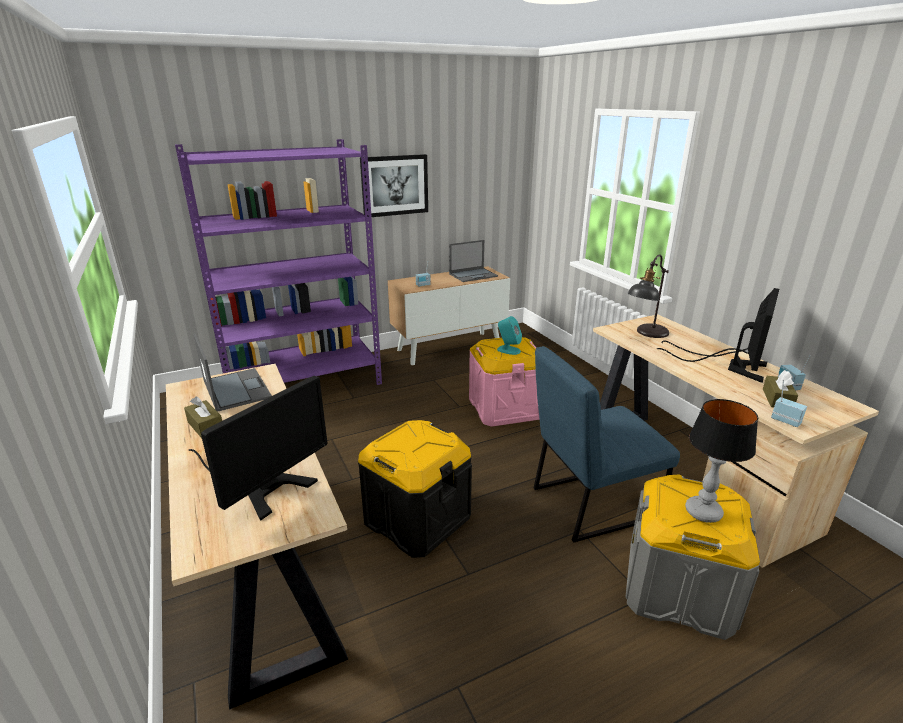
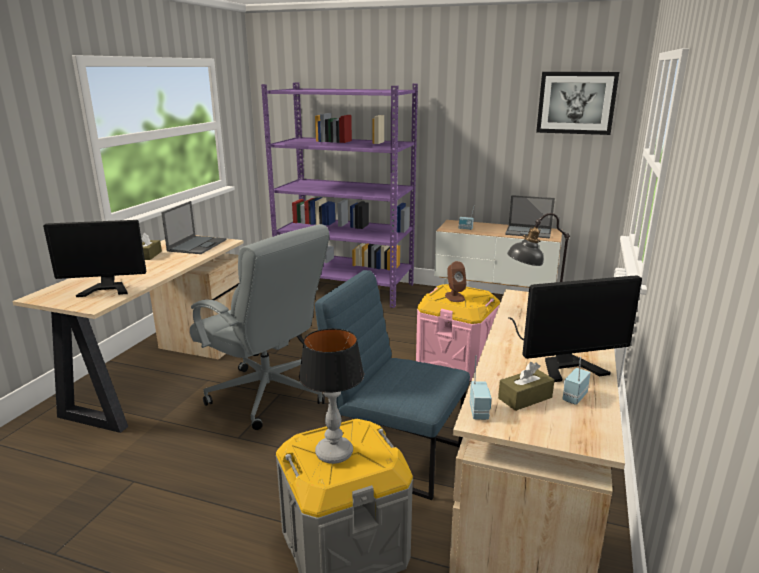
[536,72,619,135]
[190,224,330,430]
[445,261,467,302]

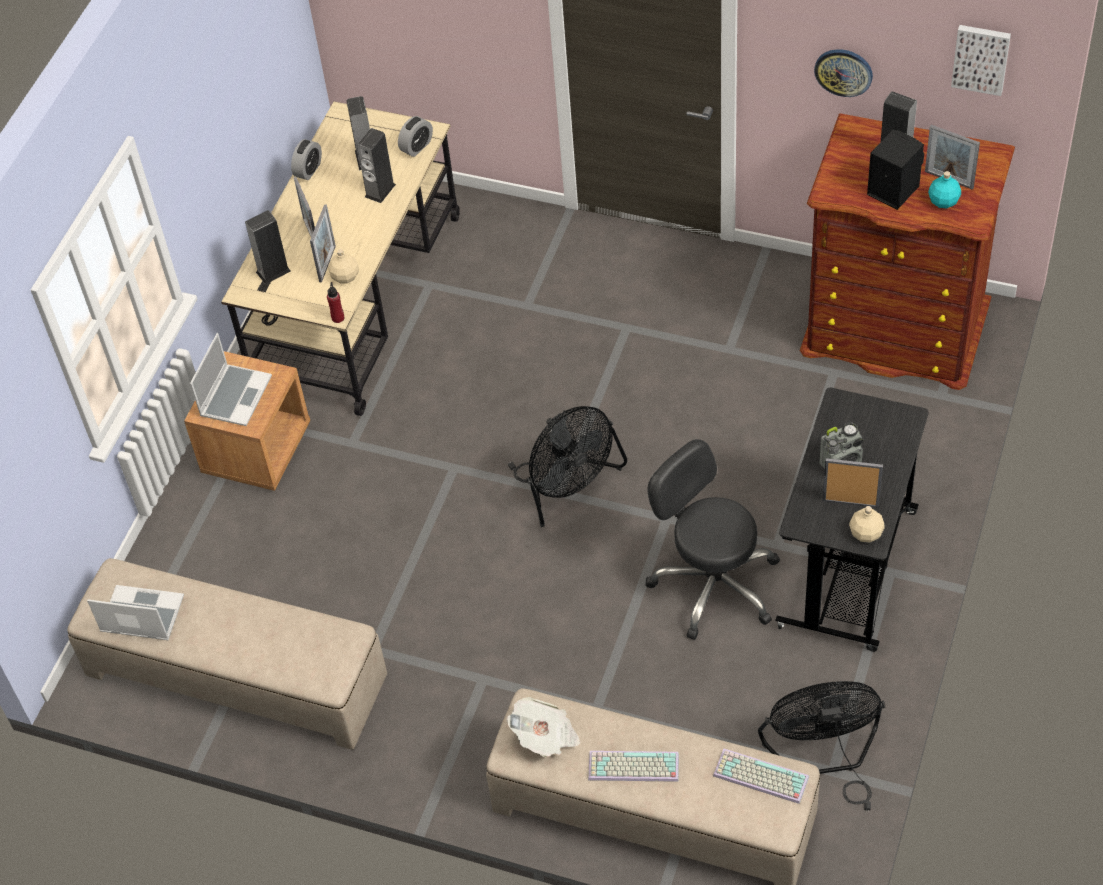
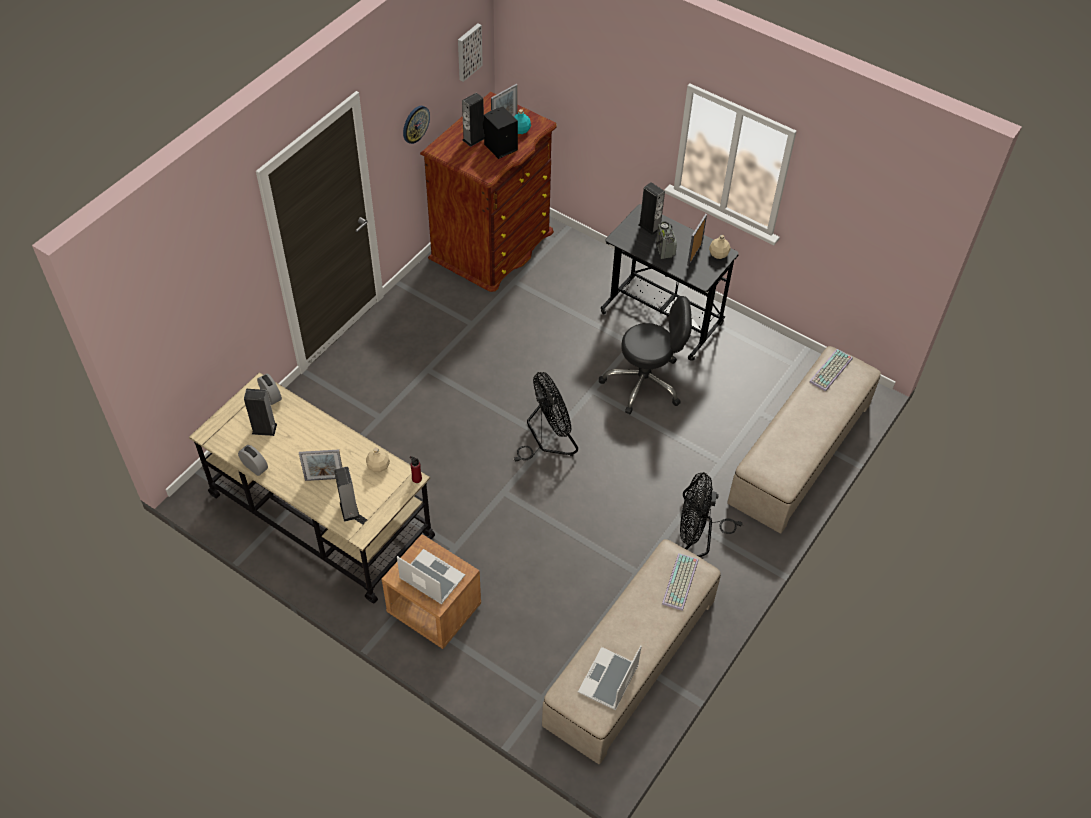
[310,204,336,283] (first image)
[506,697,581,757] (first image)
[639,182,665,235]
[662,553,698,611]
[680,472,744,557]
[599,296,692,414]

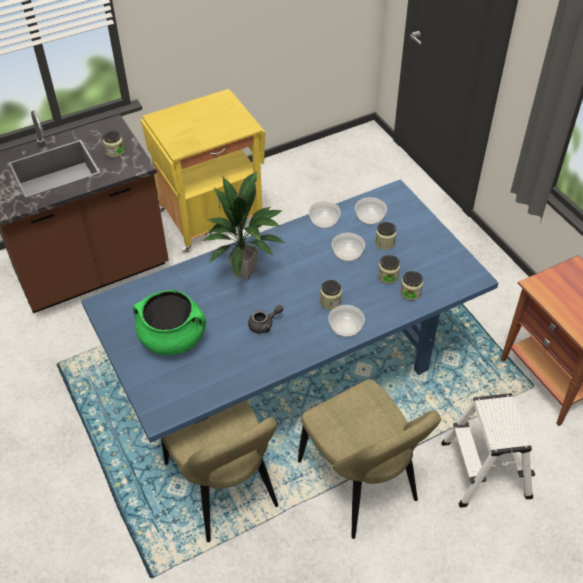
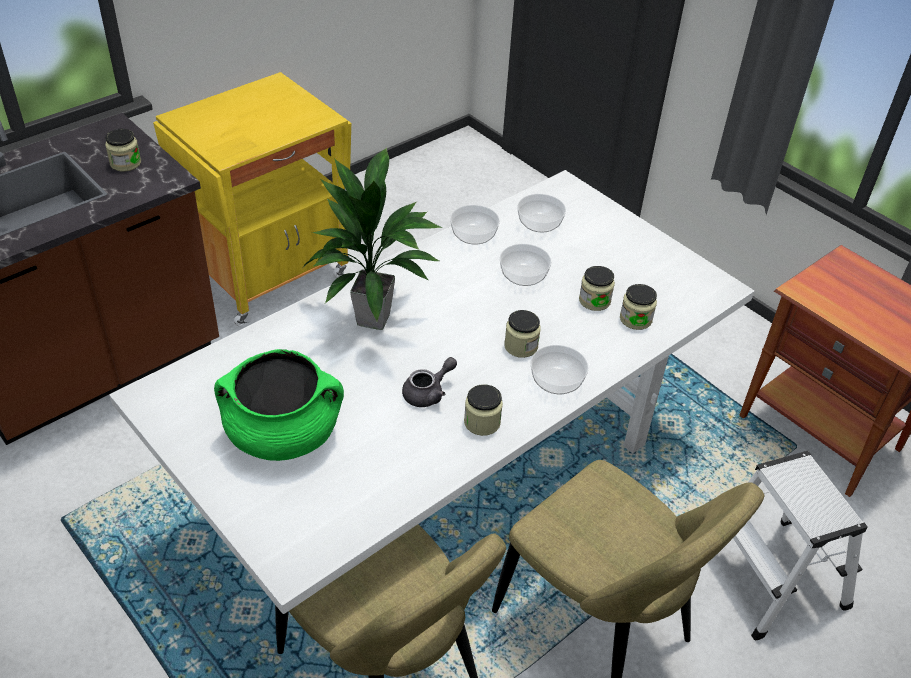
[464,384,503,436]
[110,170,754,614]

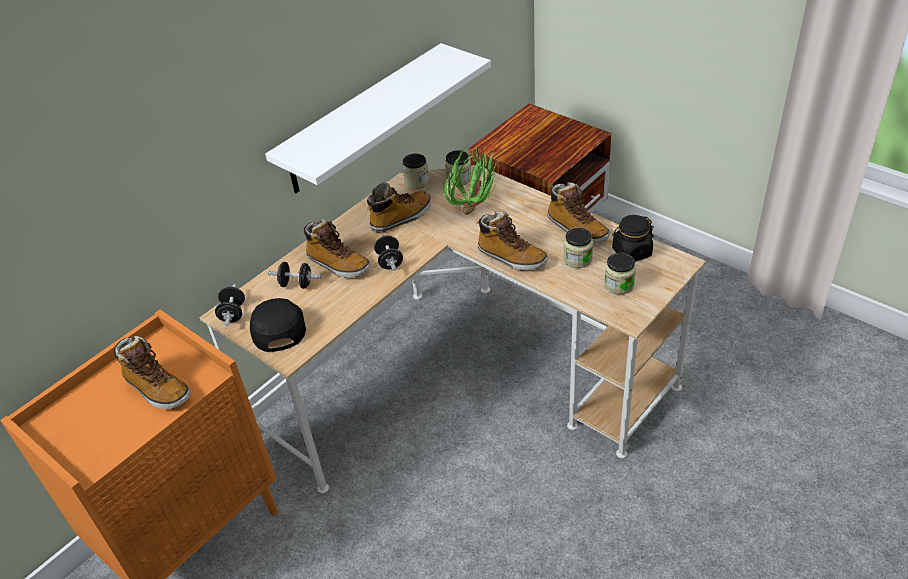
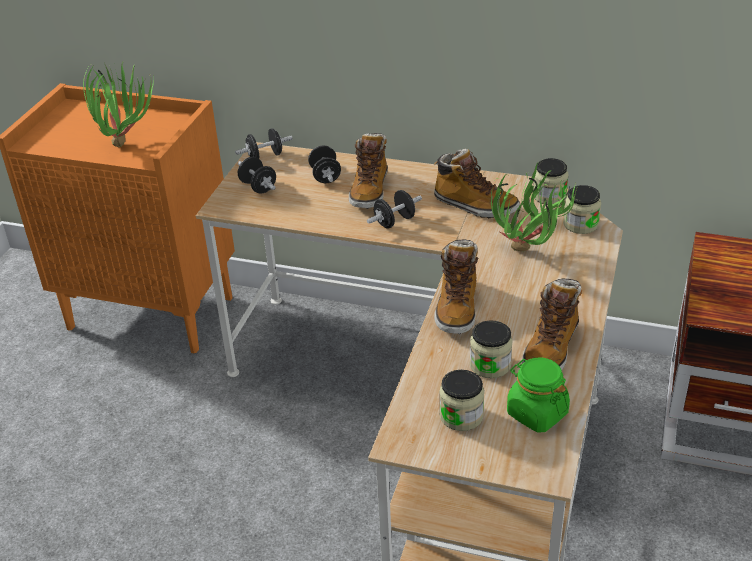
[265,43,491,193] (first image)
[83,62,154,148]
[238,157,276,194]
[507,357,570,432]

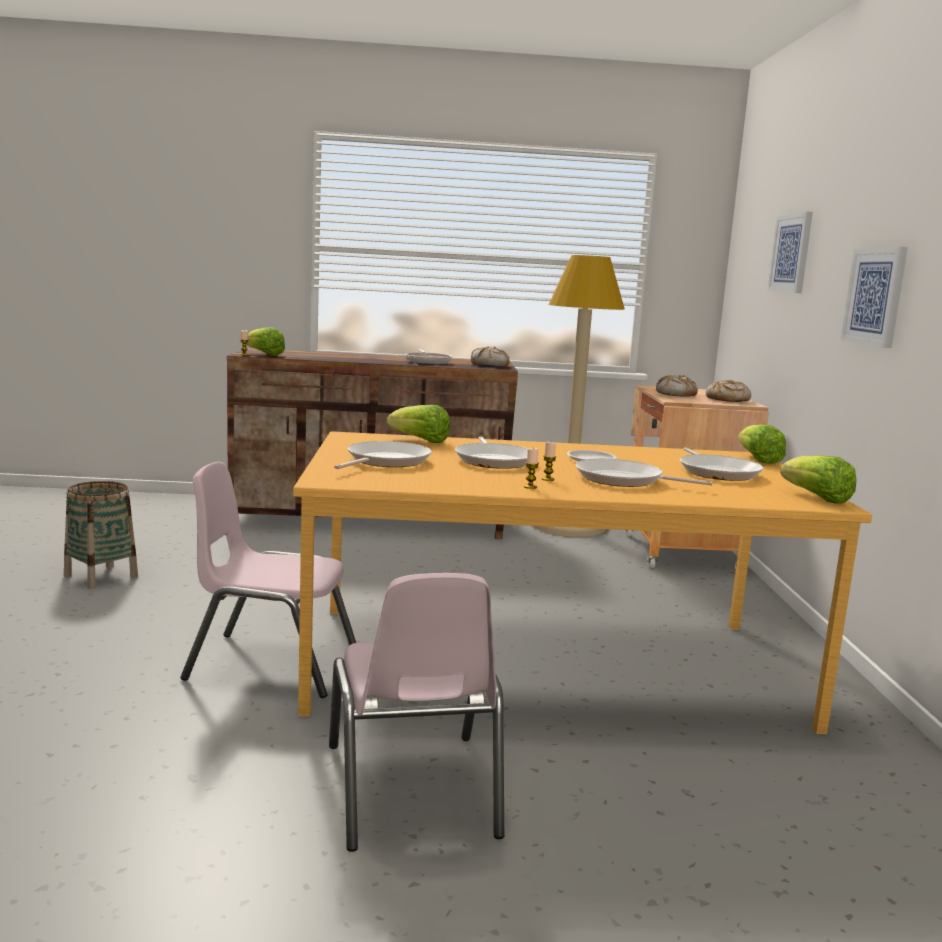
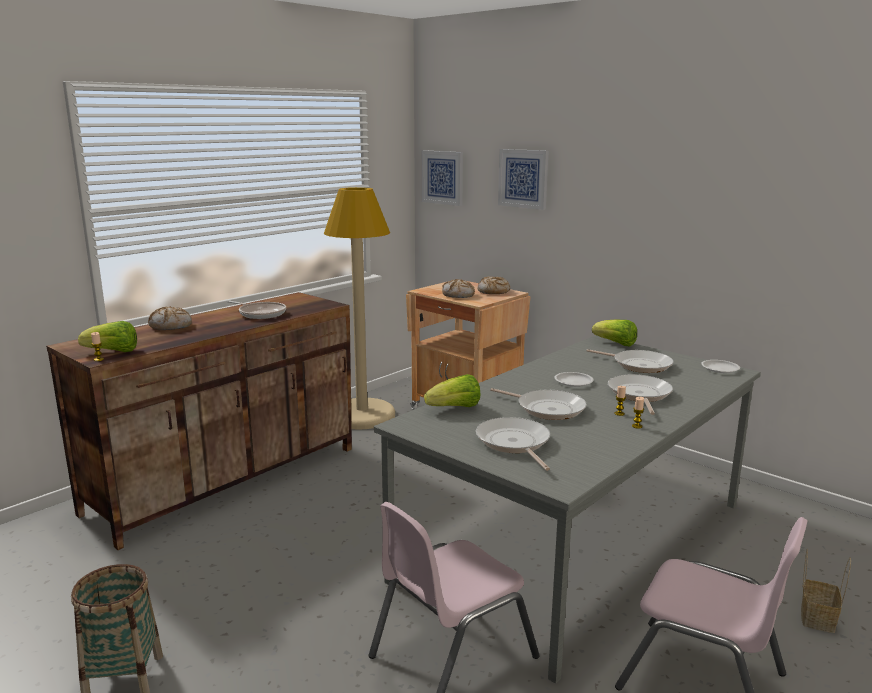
[801,549,851,633]
[148,306,192,330]
[422,150,463,206]
[701,360,740,373]
[374,335,761,684]
[608,374,673,415]

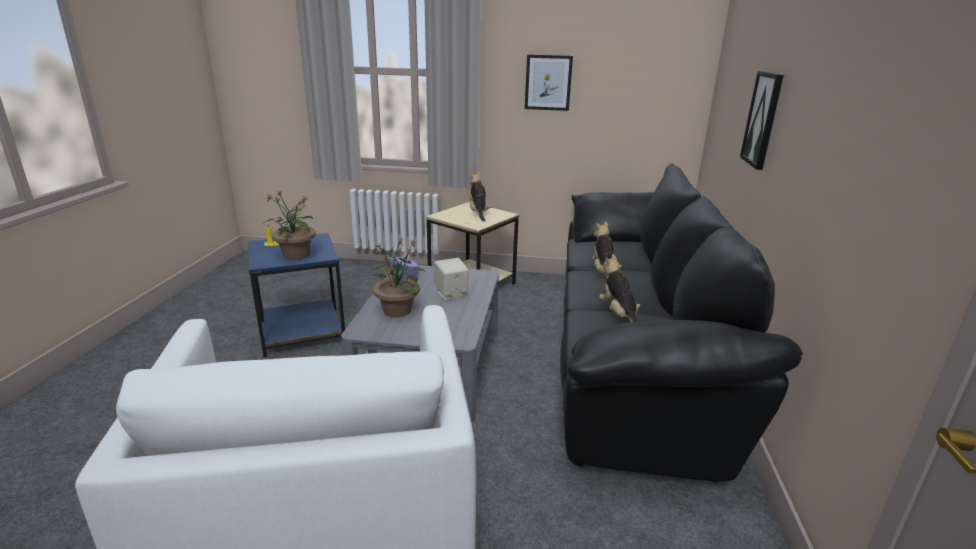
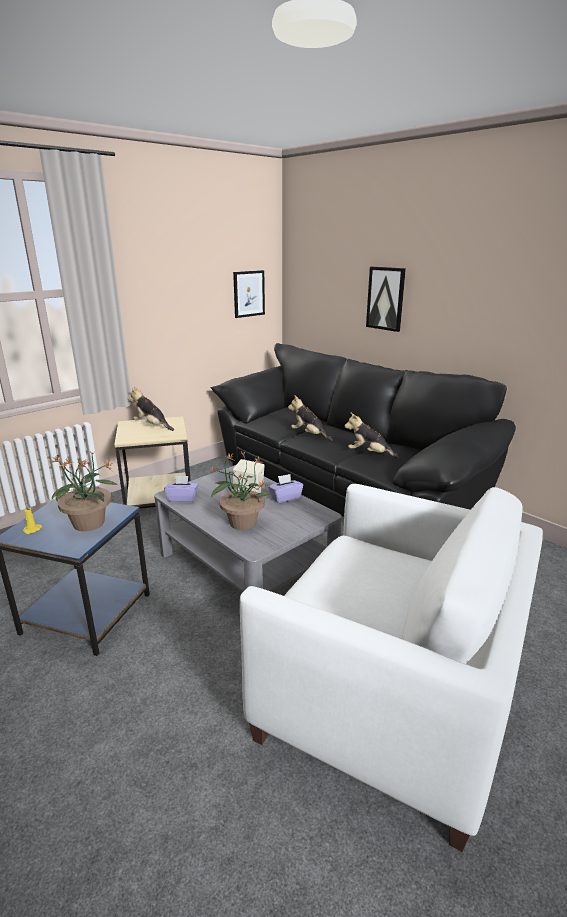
[268,474,303,503]
[233,270,265,318]

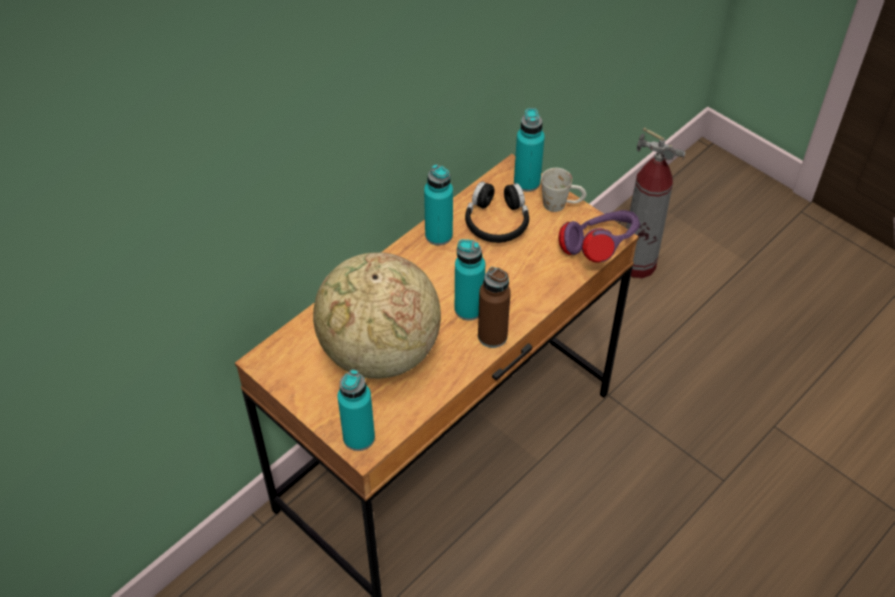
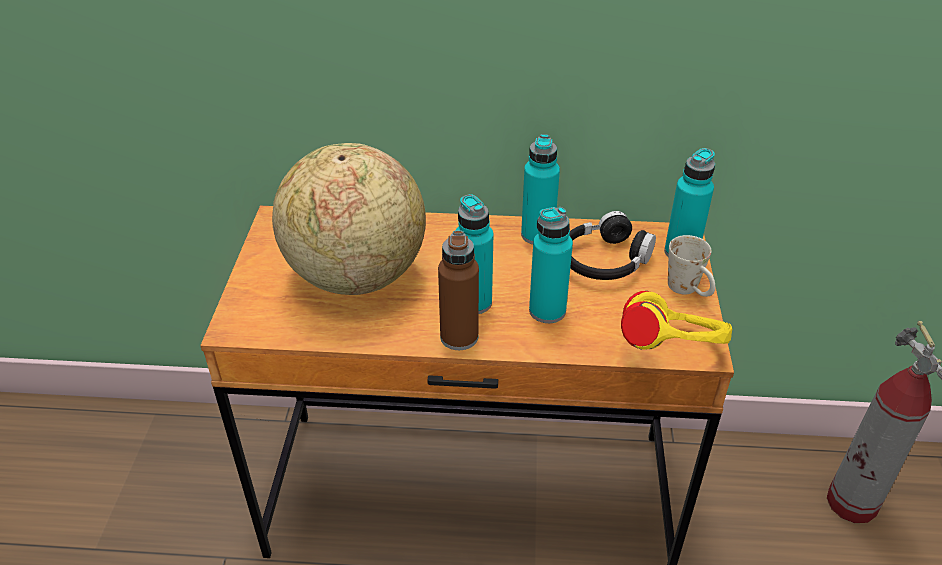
[529,207,573,323]
[621,291,732,350]

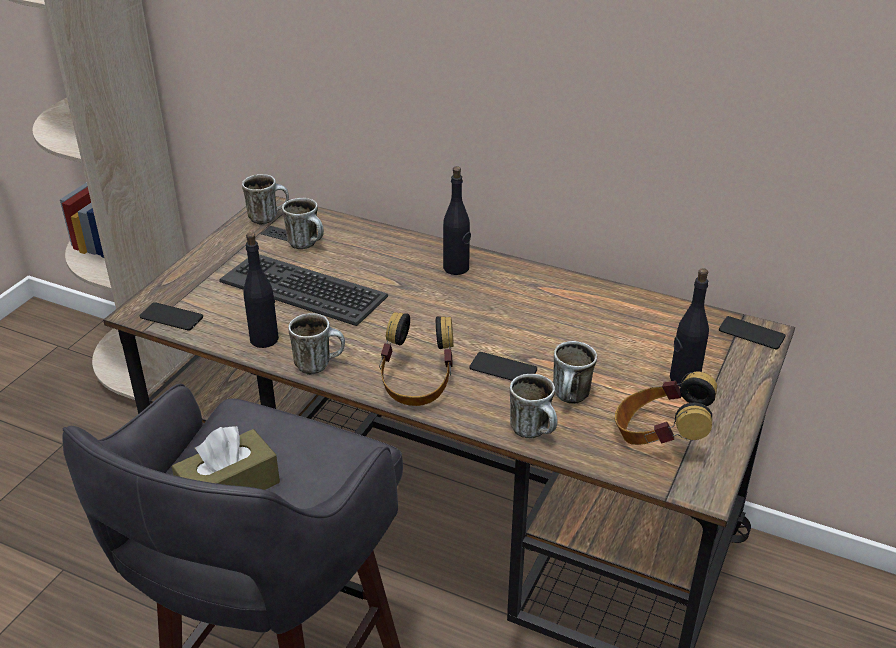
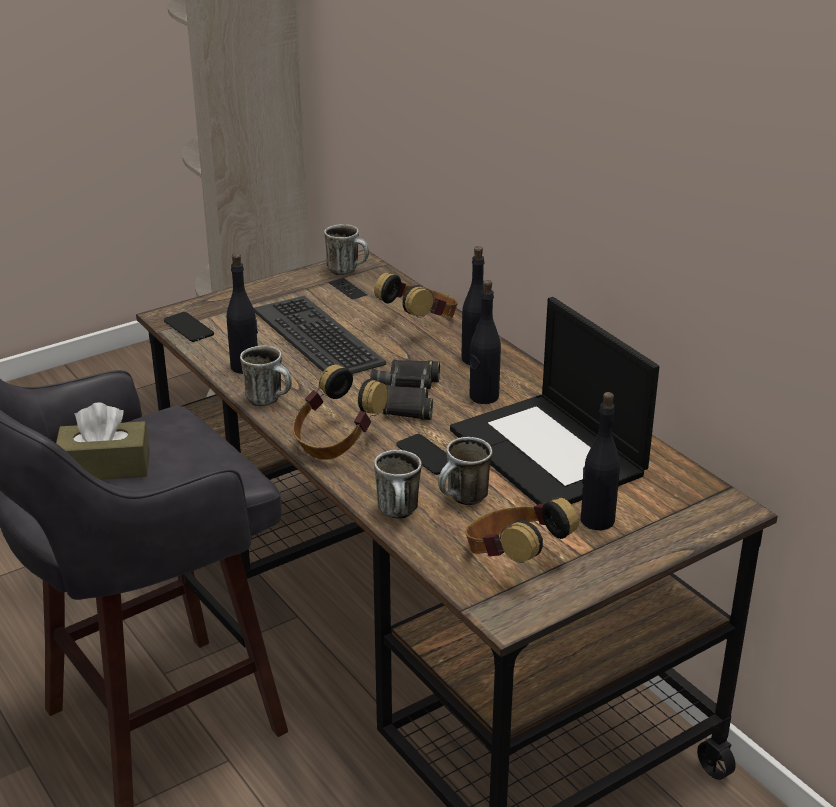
[282,198,324,249] (first image)
[719,316,785,350] (first image)
[370,359,440,420]
[374,272,458,318]
[450,297,659,505]
[470,280,501,404]

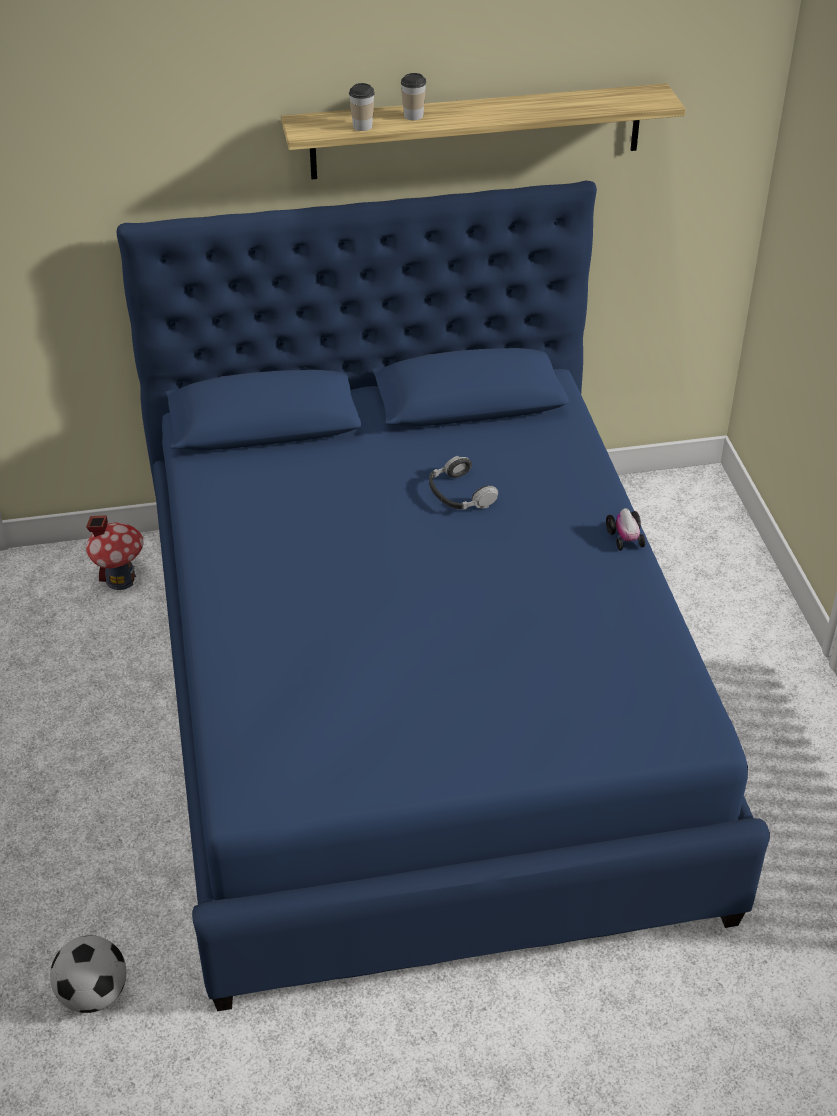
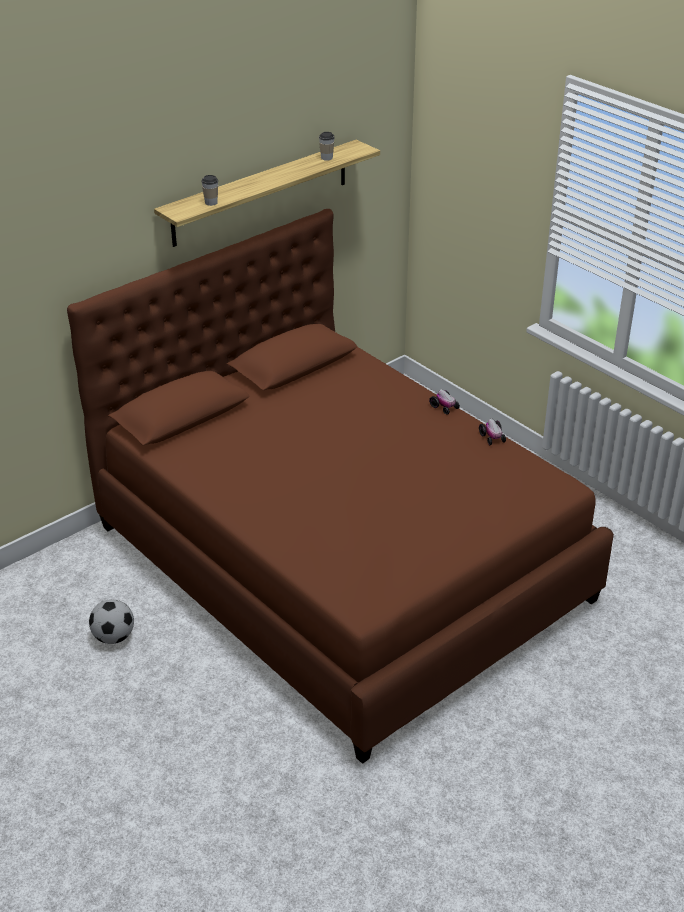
[86,515,144,590] (first image)
[429,456,498,509] (first image)
[479,418,506,445]
[89,599,134,644]
[319,132,335,161]
[67,209,614,764]

